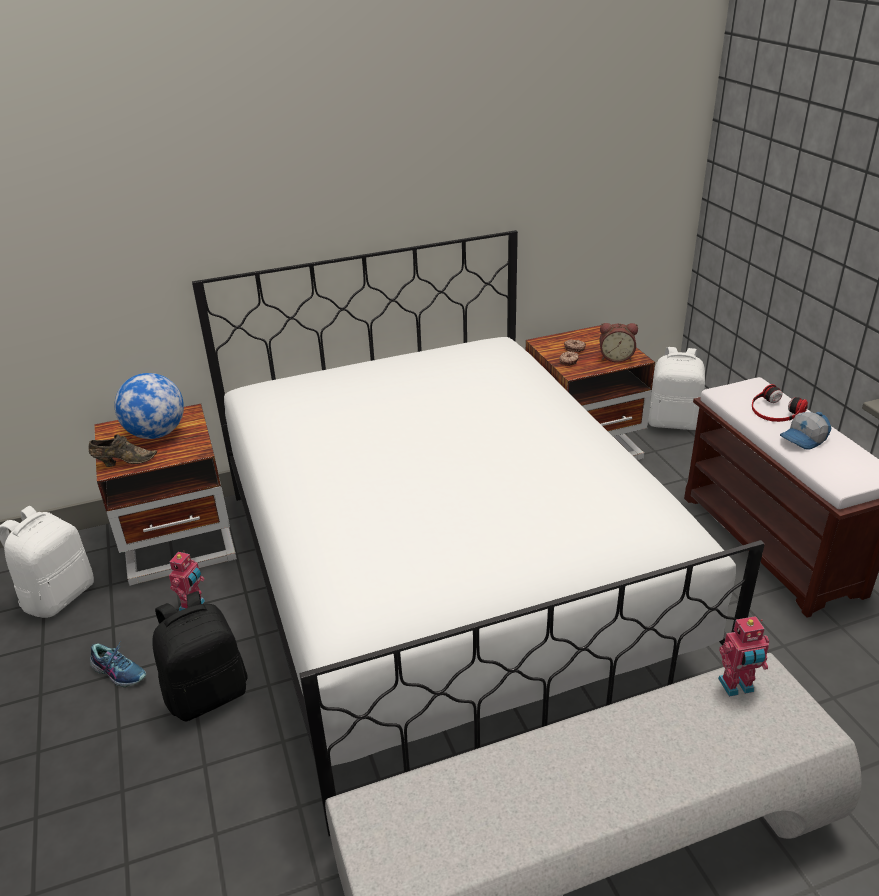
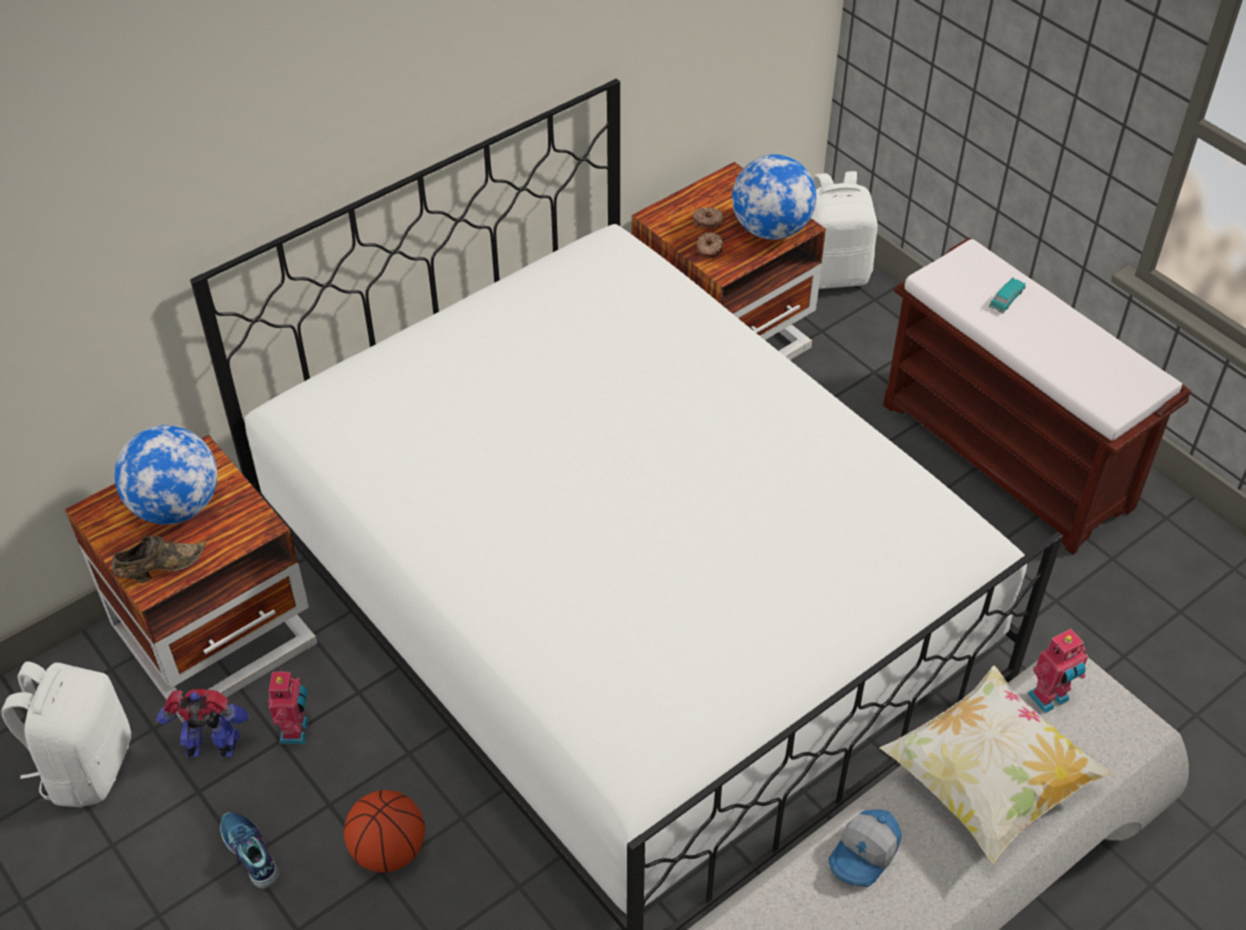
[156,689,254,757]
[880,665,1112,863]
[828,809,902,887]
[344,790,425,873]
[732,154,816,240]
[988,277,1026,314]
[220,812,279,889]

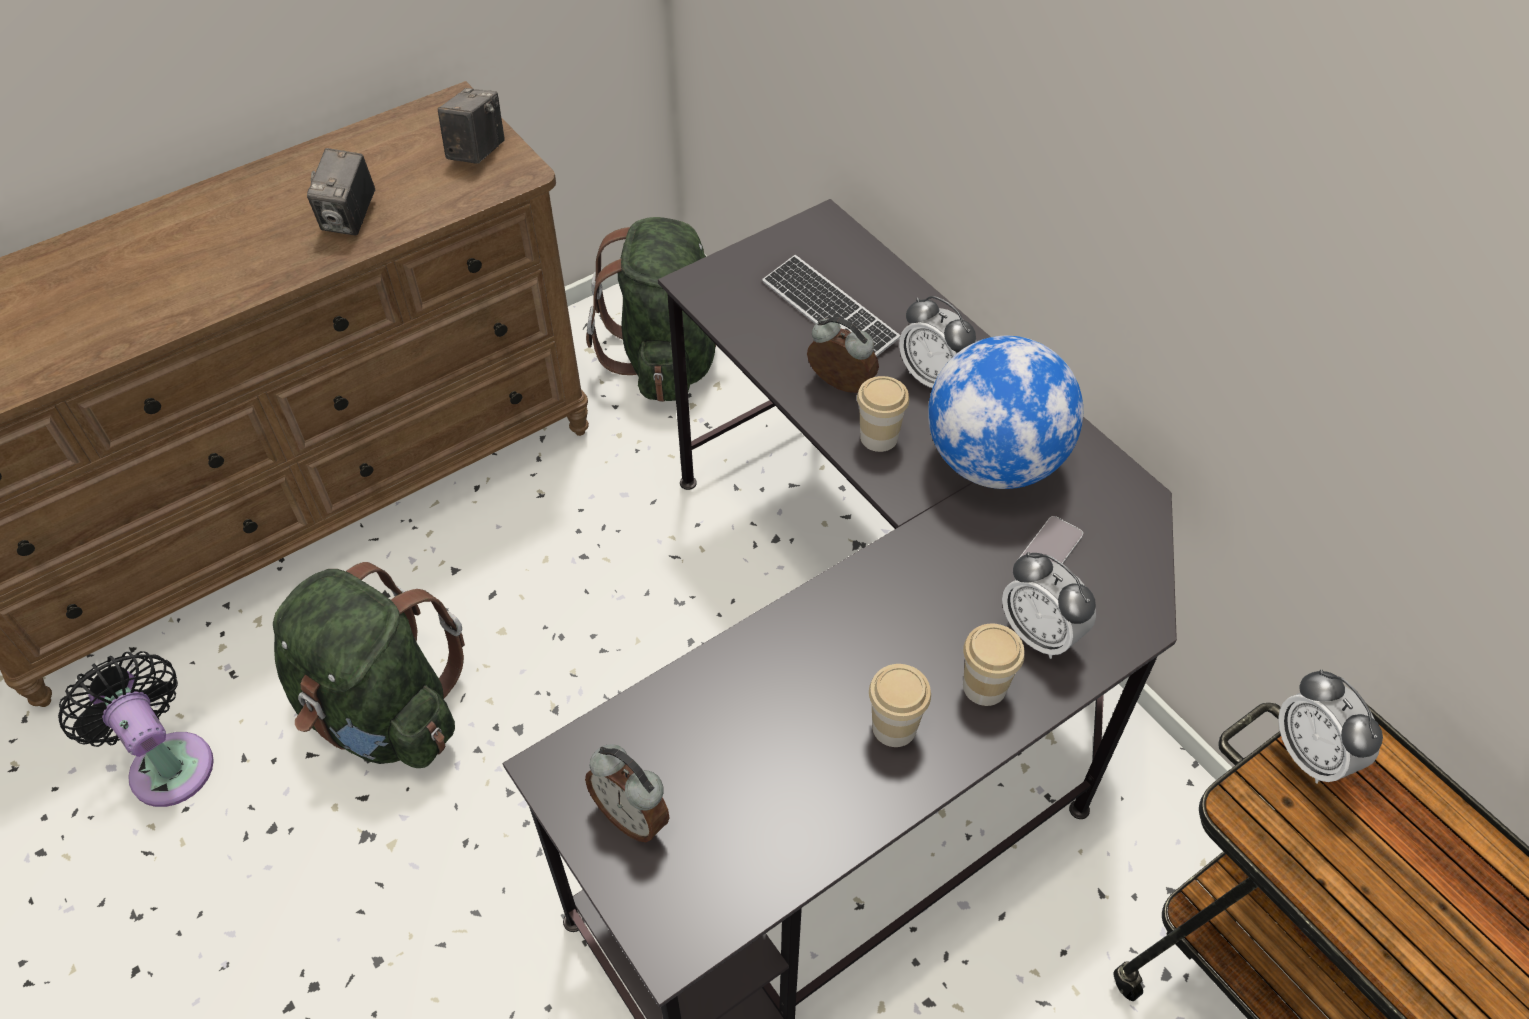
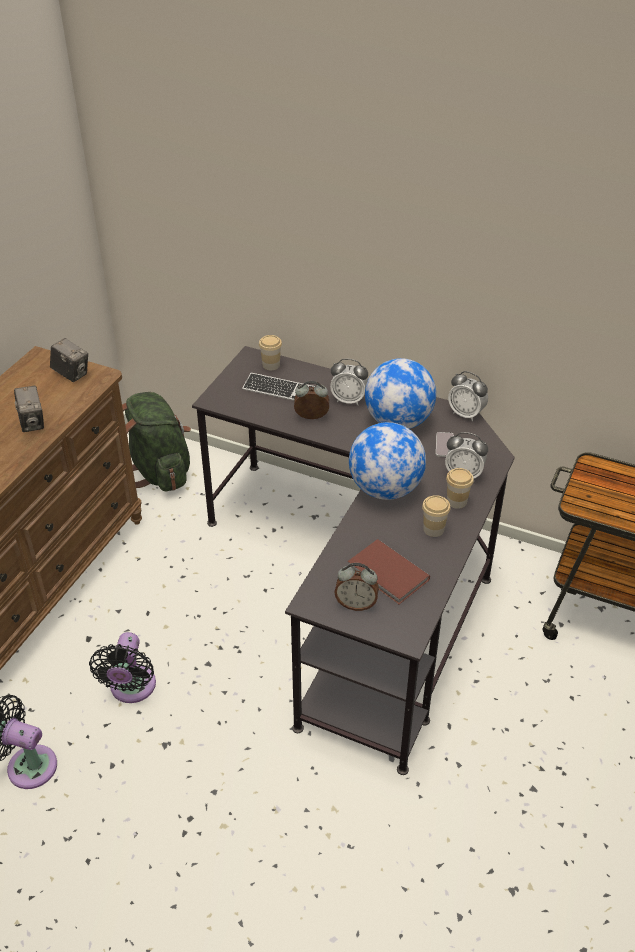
[348,539,430,604]
[349,422,426,500]
[259,335,282,370]
[448,371,488,421]
[89,632,156,703]
[50,338,88,382]

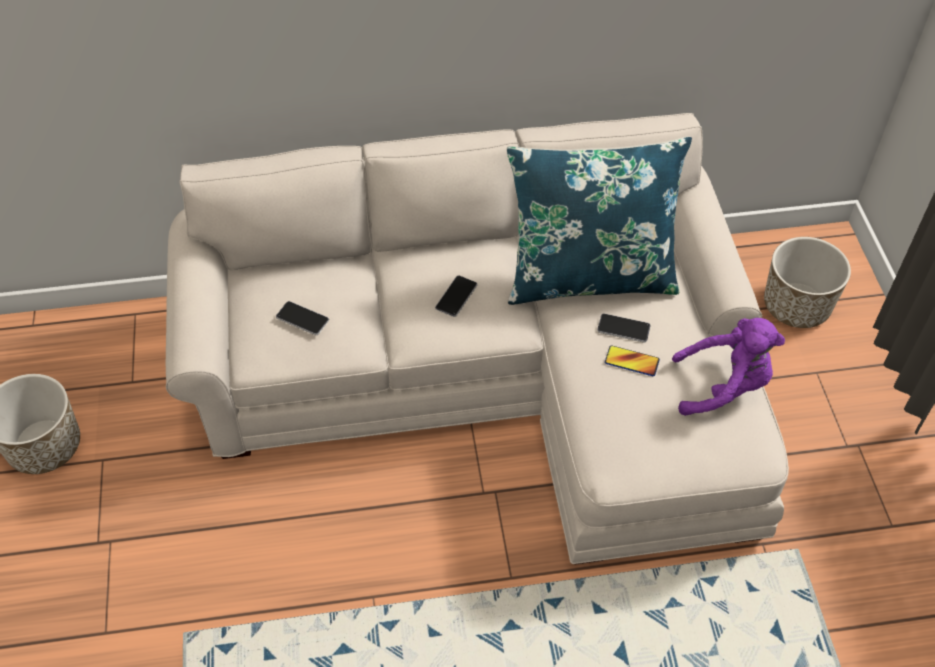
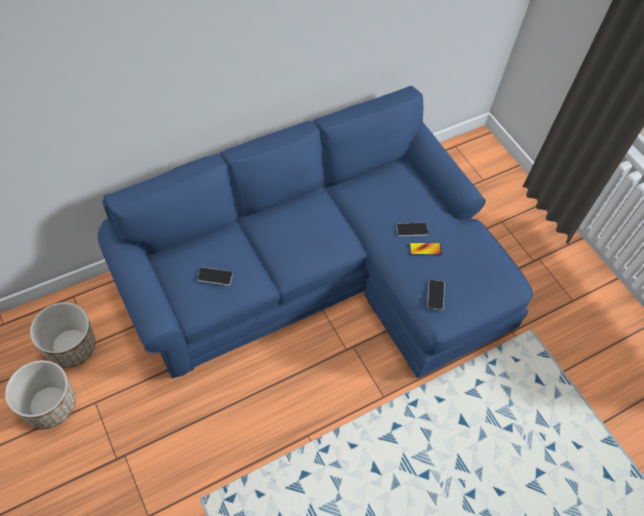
[507,136,692,305] (first image)
[672,318,785,416] (first image)
[427,280,445,310]
[30,302,96,368]
[98,86,533,379]

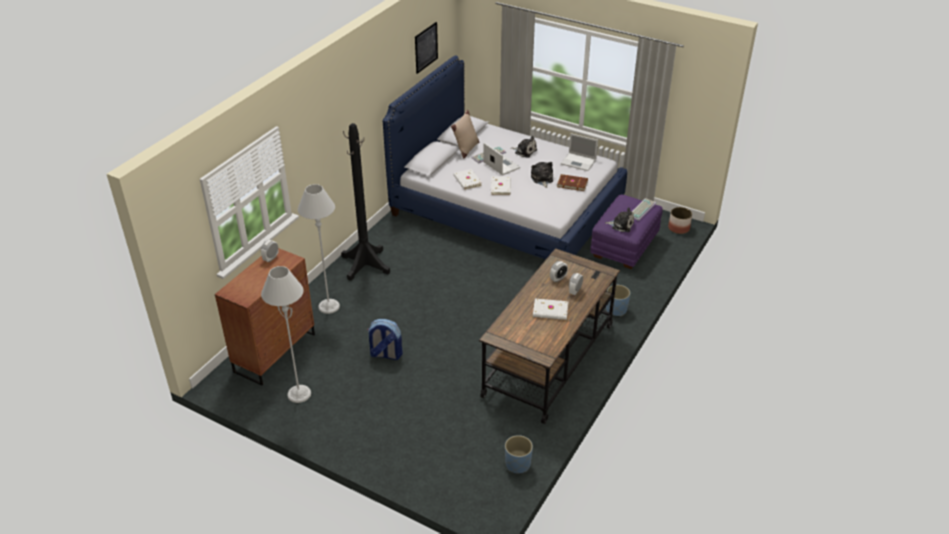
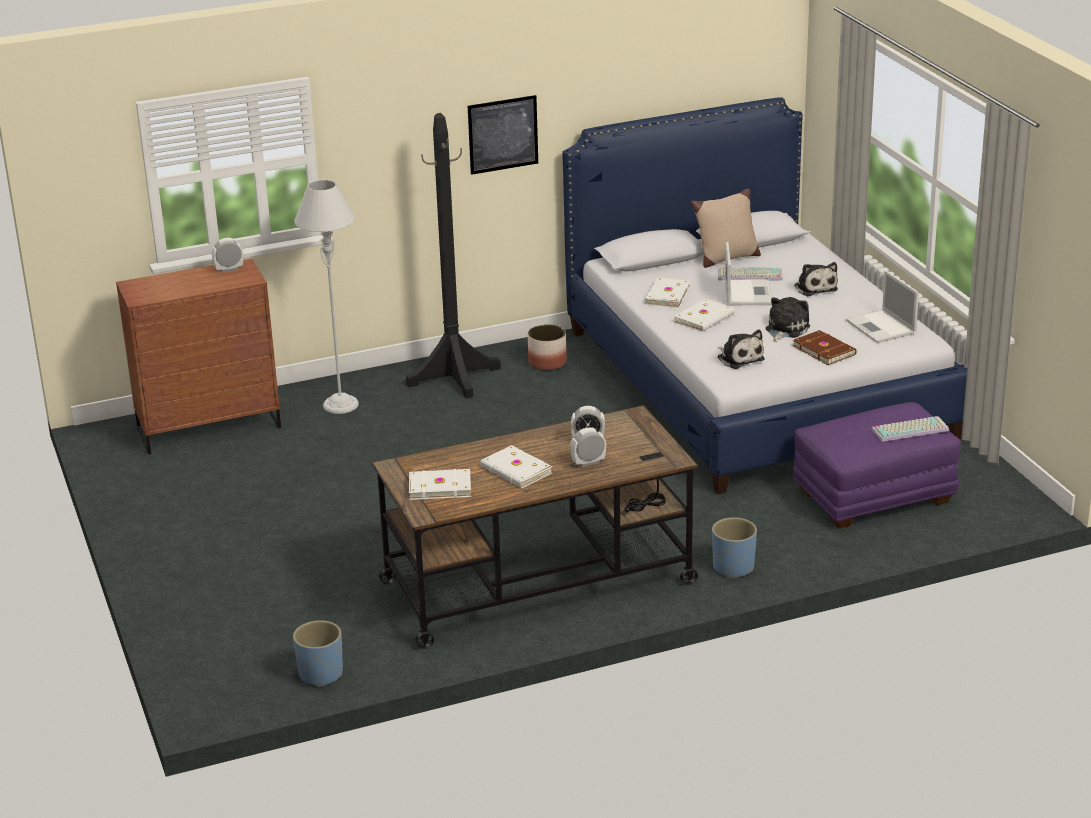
[261,266,311,403] (first image)
[367,319,403,360] (first image)
[409,469,471,500]
[468,95,538,175]
[717,330,765,369]
[528,324,567,370]

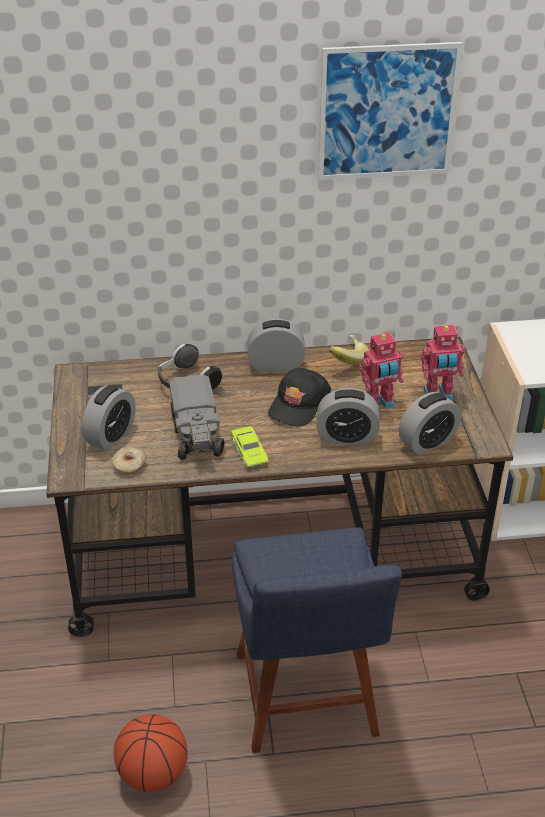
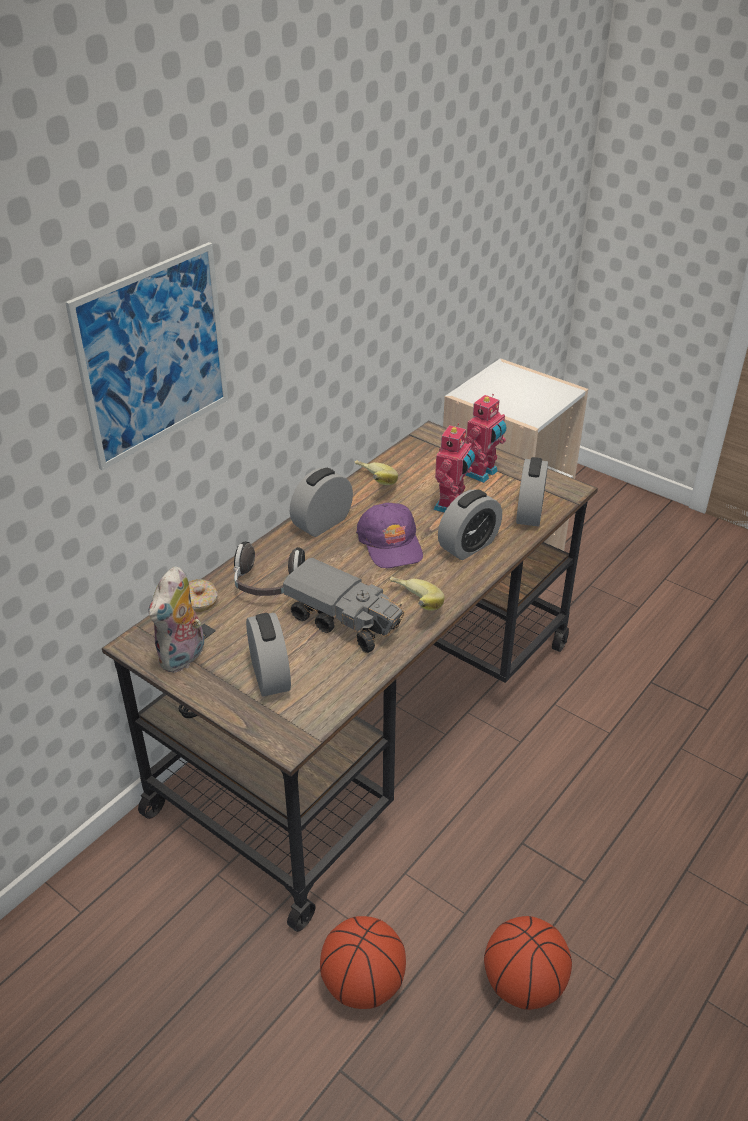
[232,527,402,753] (first image)
[149,567,204,673]
[320,916,406,1009]
[189,579,218,612]
[65,242,228,470]
[390,576,444,611]
[356,503,423,568]

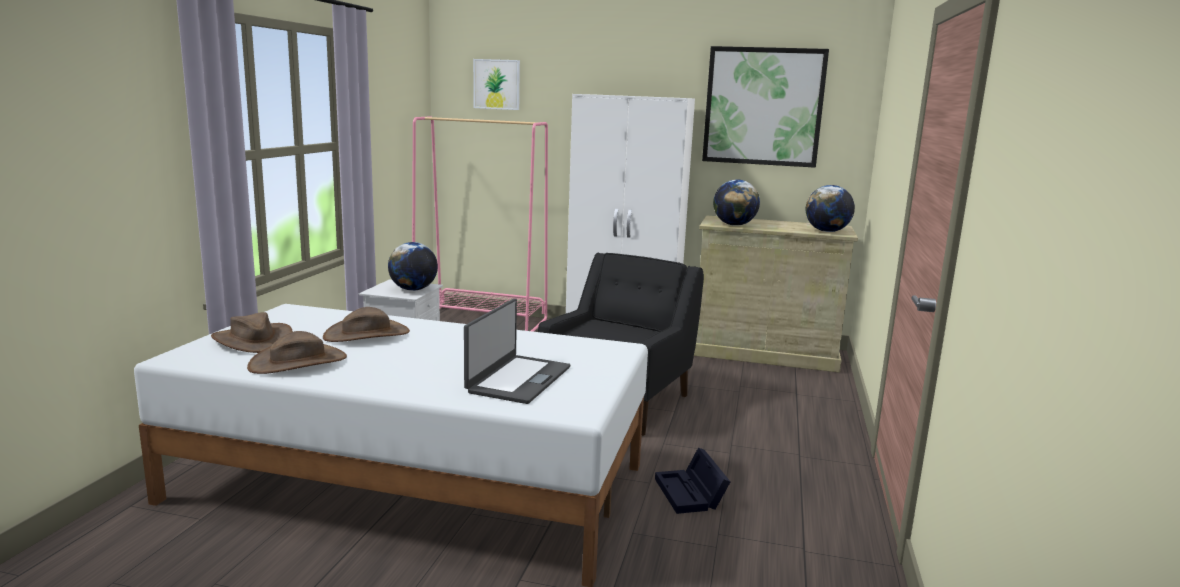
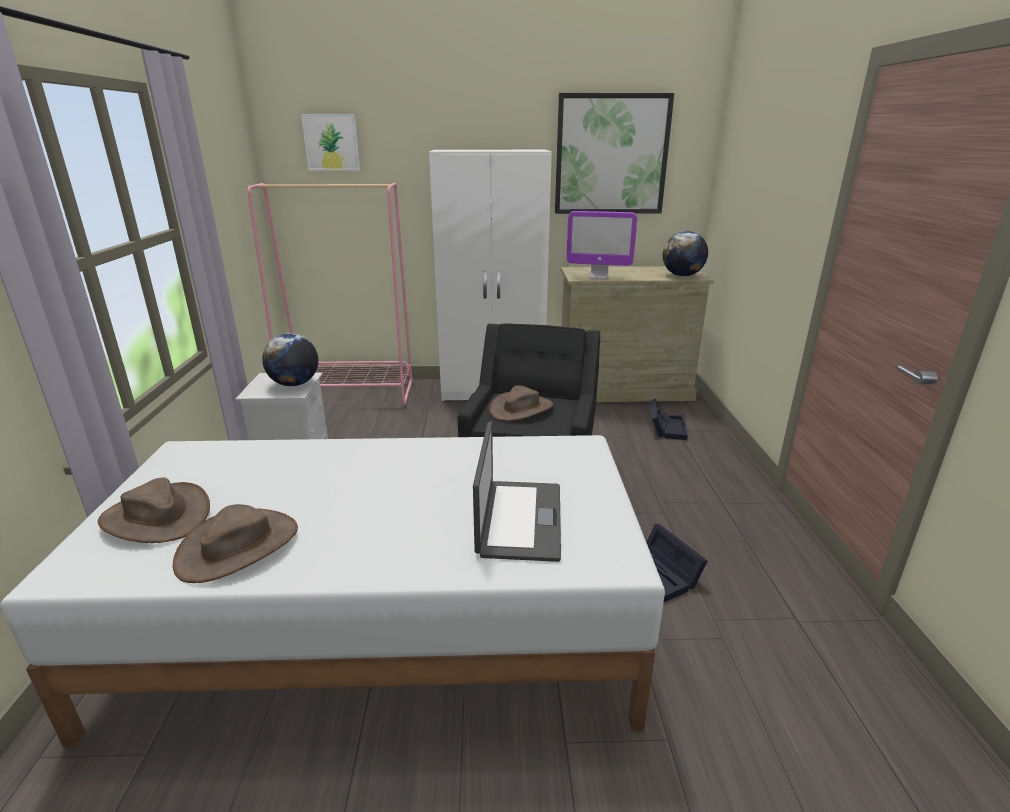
[651,399,688,440]
[489,385,554,421]
[566,211,637,279]

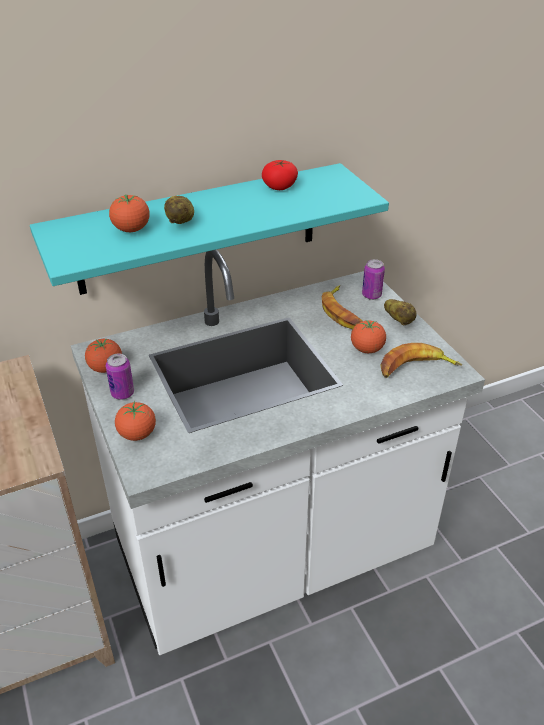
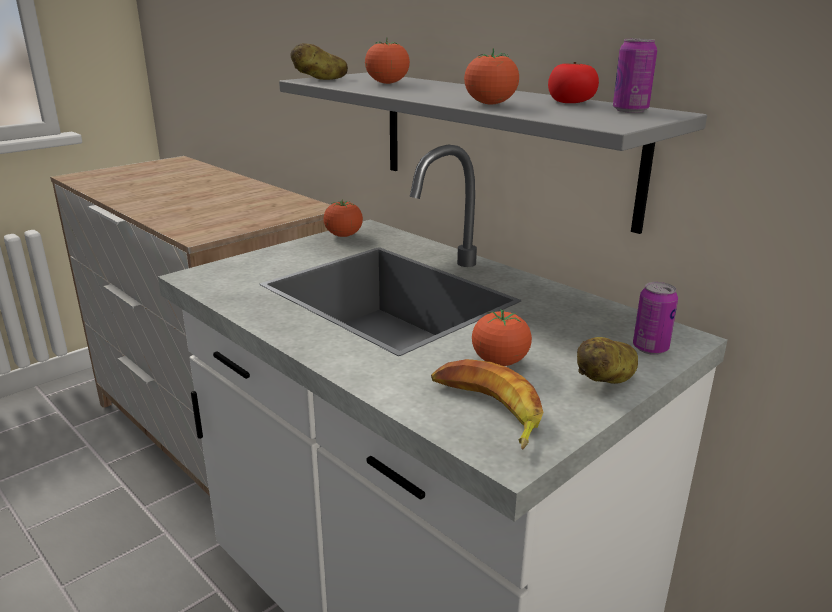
[322,285,362,329] (first image)
[613,38,657,113]
[464,48,519,105]
[290,43,348,80]
[279,72,707,234]

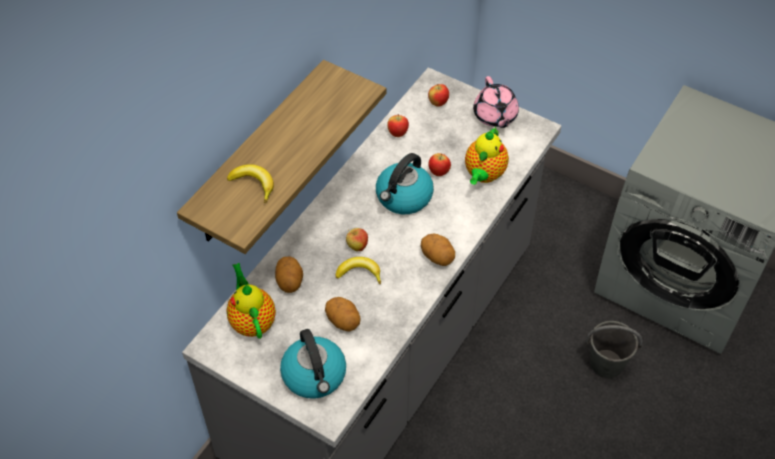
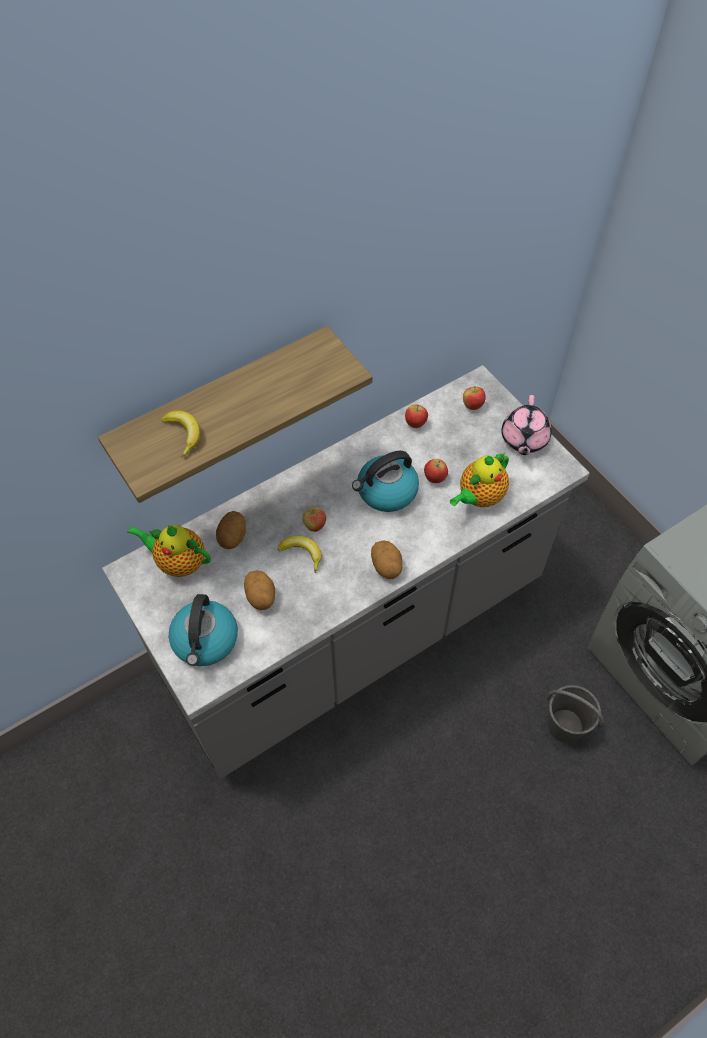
[127,525,211,577]

